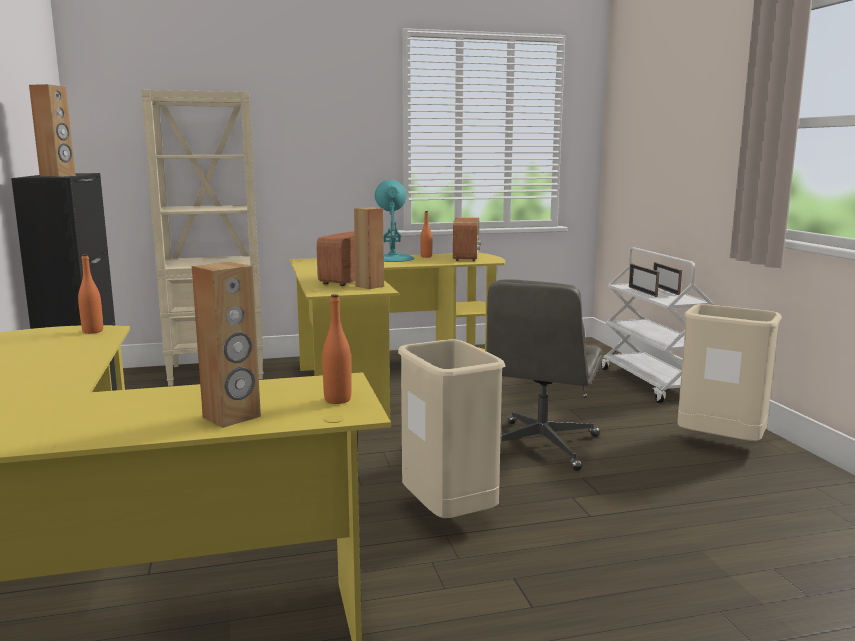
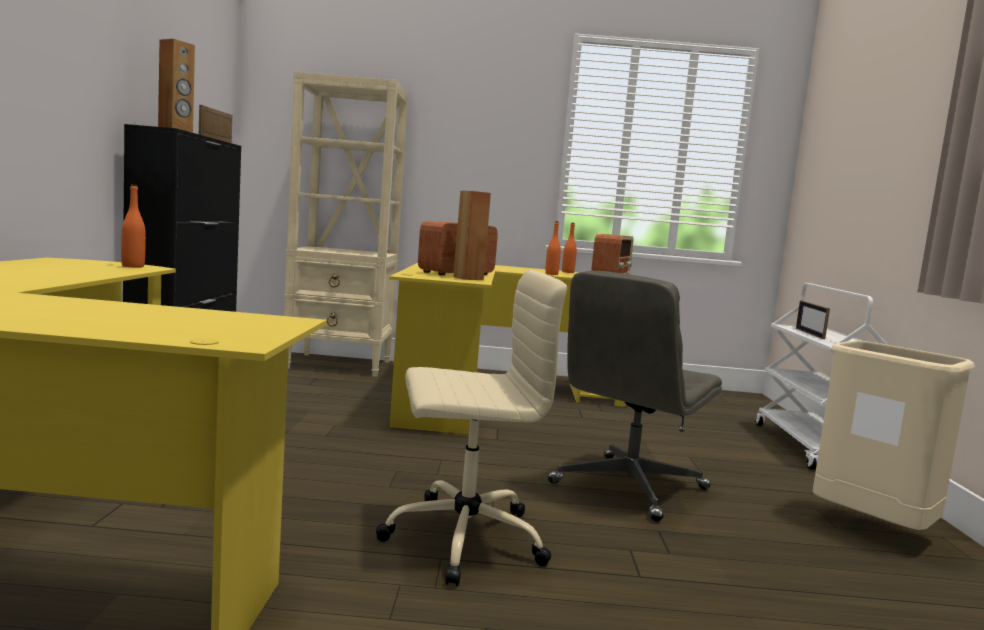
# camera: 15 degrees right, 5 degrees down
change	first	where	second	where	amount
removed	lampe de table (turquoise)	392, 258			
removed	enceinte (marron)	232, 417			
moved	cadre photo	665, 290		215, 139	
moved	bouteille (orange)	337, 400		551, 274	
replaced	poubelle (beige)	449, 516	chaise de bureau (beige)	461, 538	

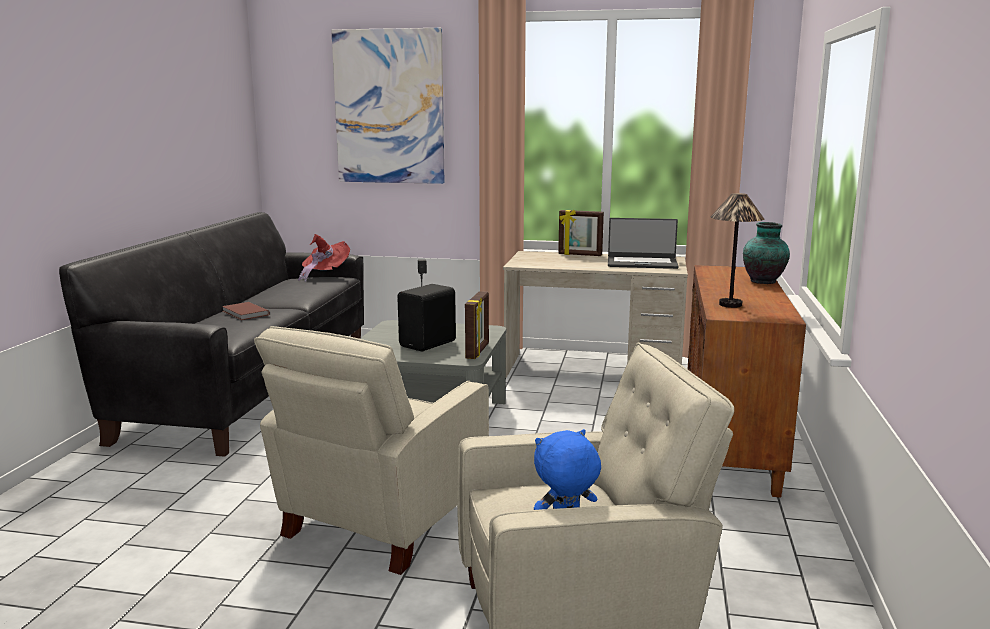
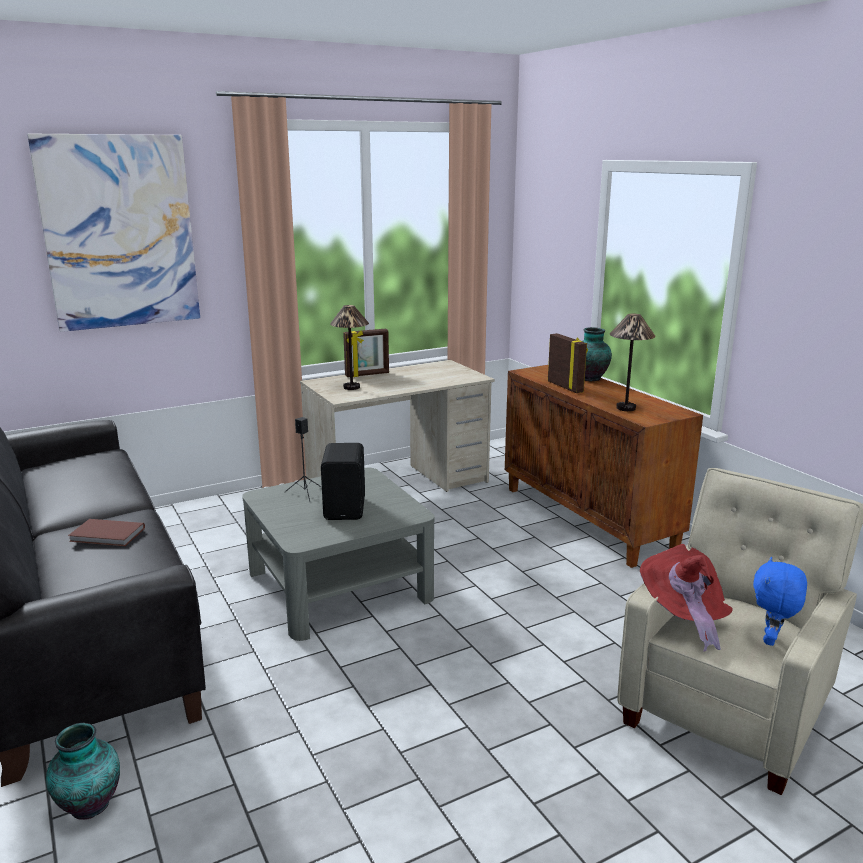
# camera: 40 degrees left, 5 degrees up
change	first	where	second	where	amount
removed	ordinateur portable	642, 263			
moved	chapeau (rouge)	324, 275		684, 616	
moved	cadre photo	478, 351		565, 387	
removed	fauteuil (beige)	379, 522			
added			lampe de table	352, 387	
added			vase	88, 807	

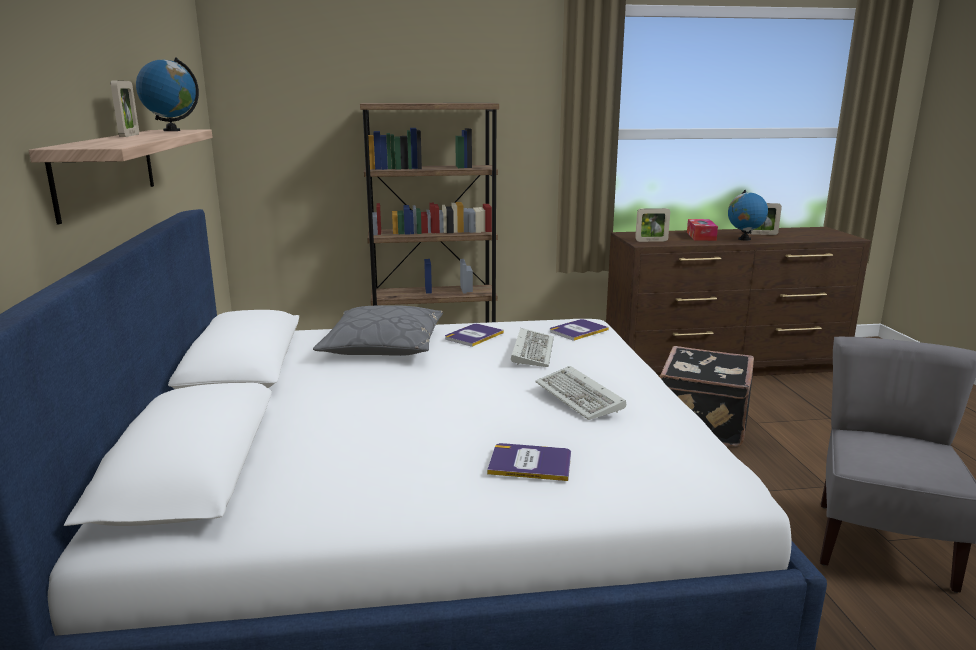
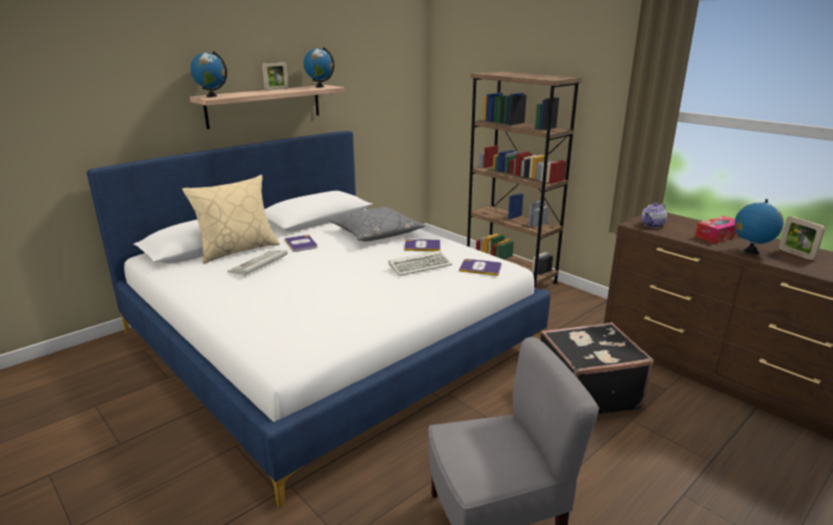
# camera: 55 degrees right, 5 degrees up
change	first	where	second	where	amount
replaced	cadre photo	651, 241	théière	652, 225	
moved	clavier	581, 398		258, 265	
moved	livre	530, 463		301, 244	
added			globe	212, 96	
added			coussin (beige)	237, 250	

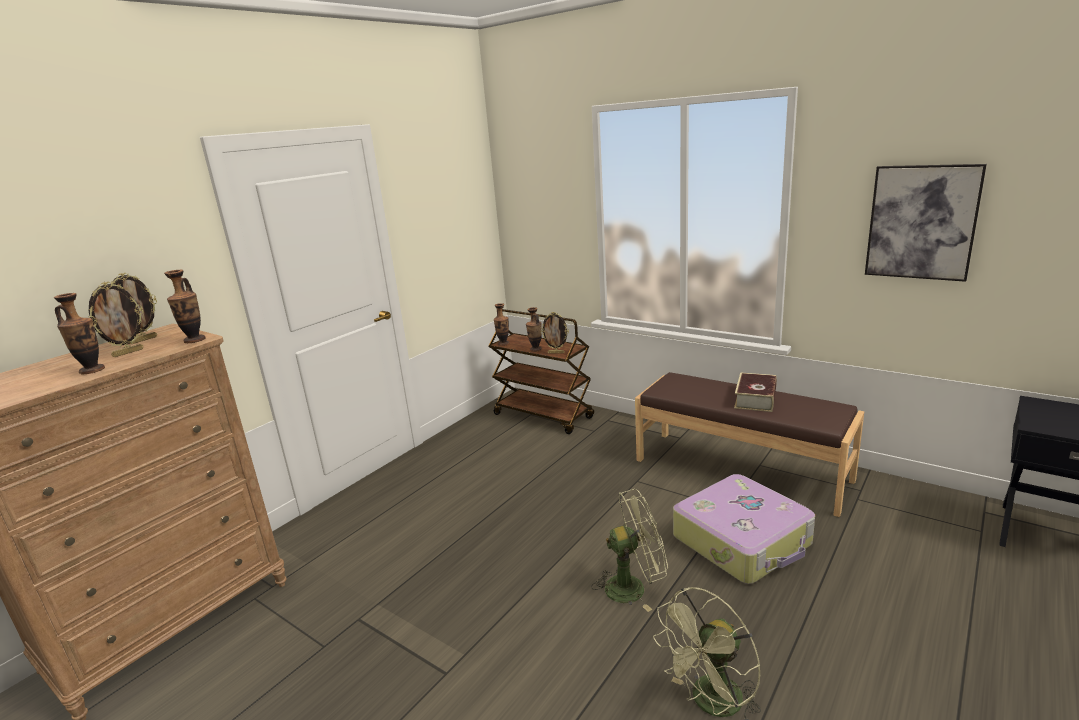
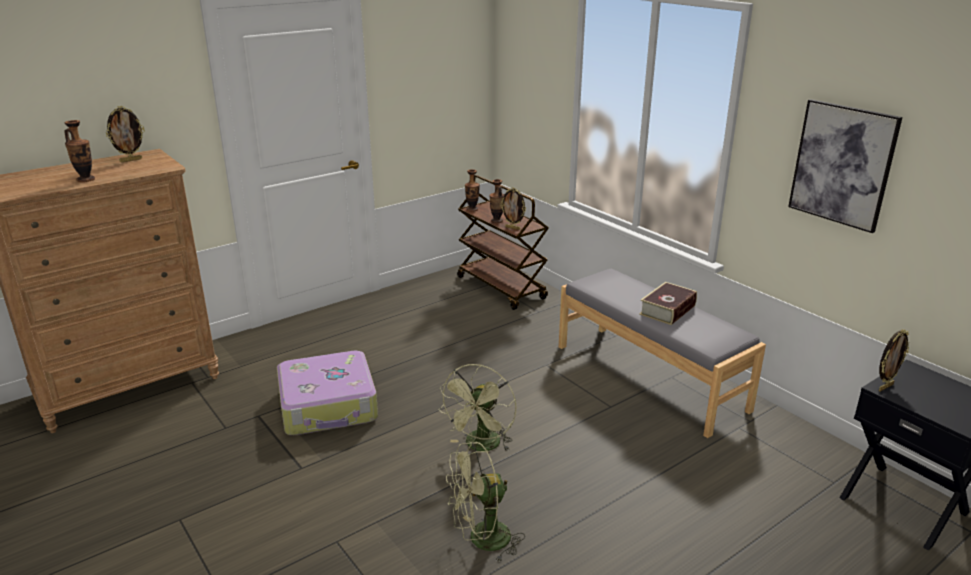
# camera: 15 degrees right, 5 degrees up
change	first	where	second	where	amount
removed	vase	194, 340			
moved	cadre photo	128, 352		885, 387	
recoloured	banc (marron)	741, 469	banc (gris)	650, 377	
moved	valise	743, 541		329, 406	
turned	ventilateur (vert)	633, 586		481, 446	105 degrees clockwise

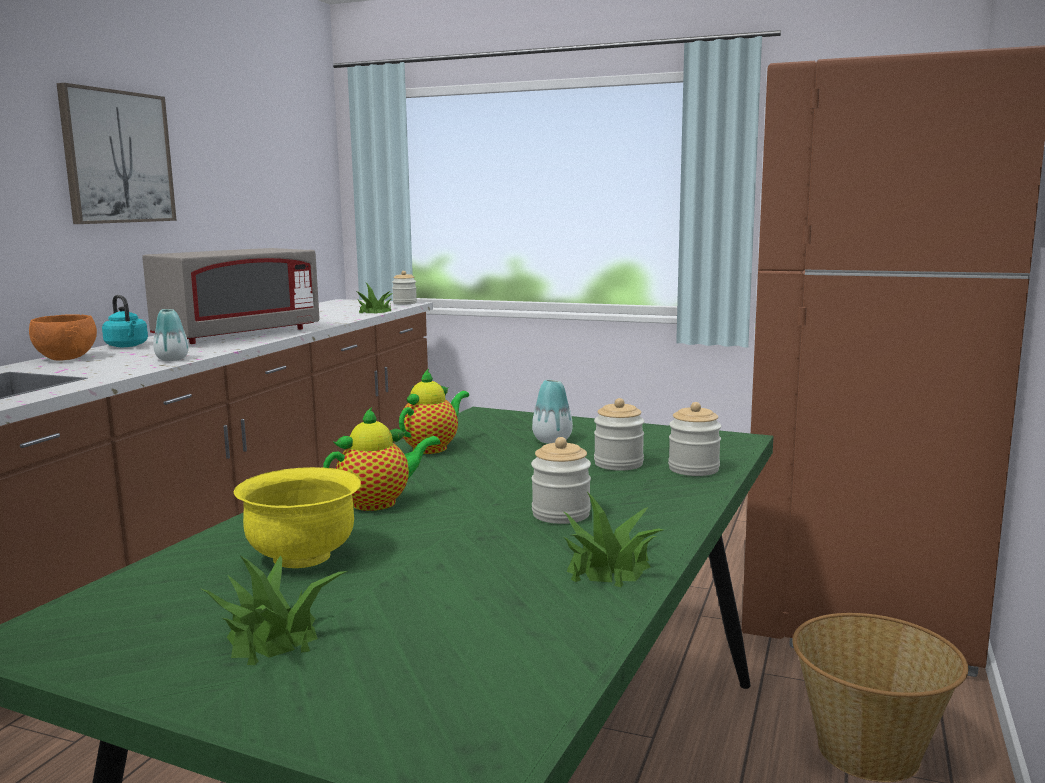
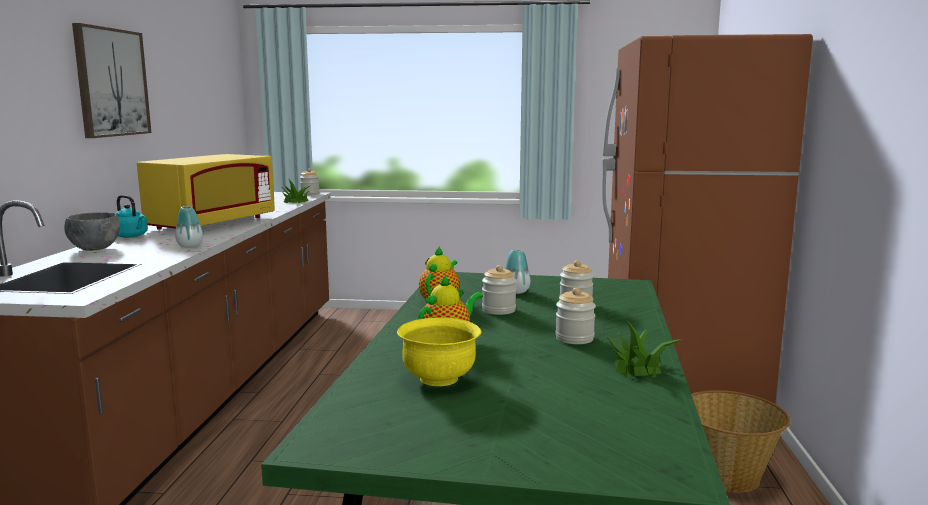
# camera: 15 degrees left, 0 degrees up
change	first	where	second	where	amount
recoloured	micro-ondes (gris)	238, 335	micro-ondes (jaune)	212, 224	
recoloured	bol (orange)	66, 358	bol (gris)	94, 248	
moved	bocal	693, 469		498, 310	
removed	plante en pot	272, 636			

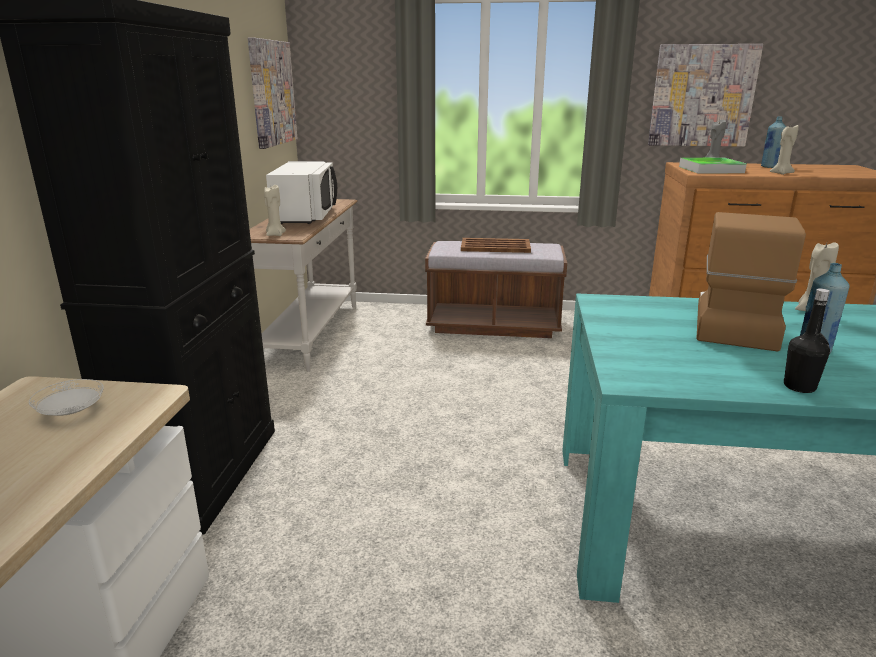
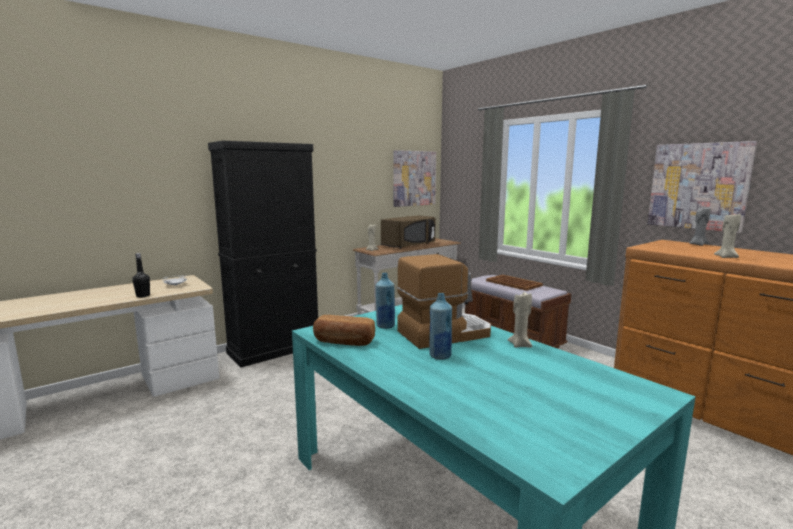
# camera: 45 degrees right, 10 degrees down
change	first	where	second	where	amount
moved	bouteille (bleu)	769, 167		385, 326	
removed	plateau	710, 170			
recoloured	micro-ondes (blanc)	306, 216	micro-ondes (marron)	410, 245	
moved	bouteille (noir)	799, 387		143, 296	
added			pain	344, 342	

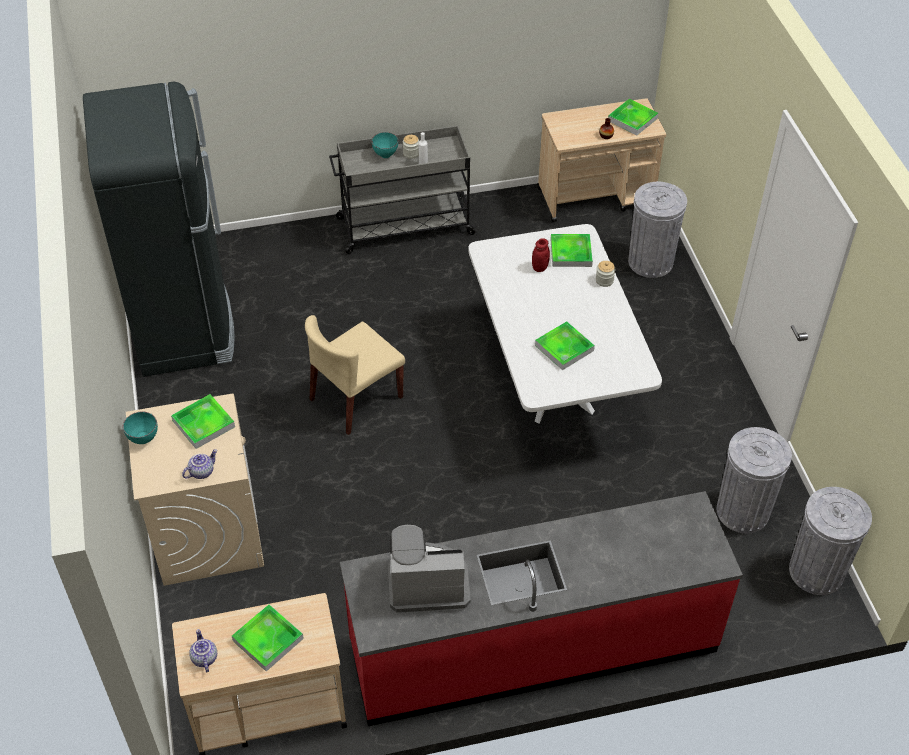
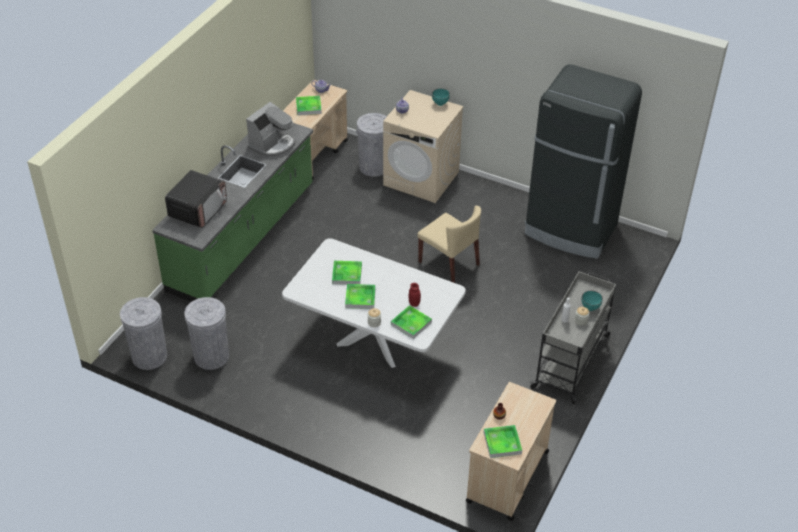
# camera: 130 degrees right, 5 degrees down
change	first	where	second	where	amount
moved	poubelle (gris)	650, 262		374, 167	
turned	chaise (beige)	356, 399		449, 263	135 degrees clockwise
moved	plateau	203, 424		360, 298	
recoloured	comptoir de cuisine (rouge)	533, 646	comptoir de cuisine (vert)	243, 238	
added			micro-ondes	198, 209	

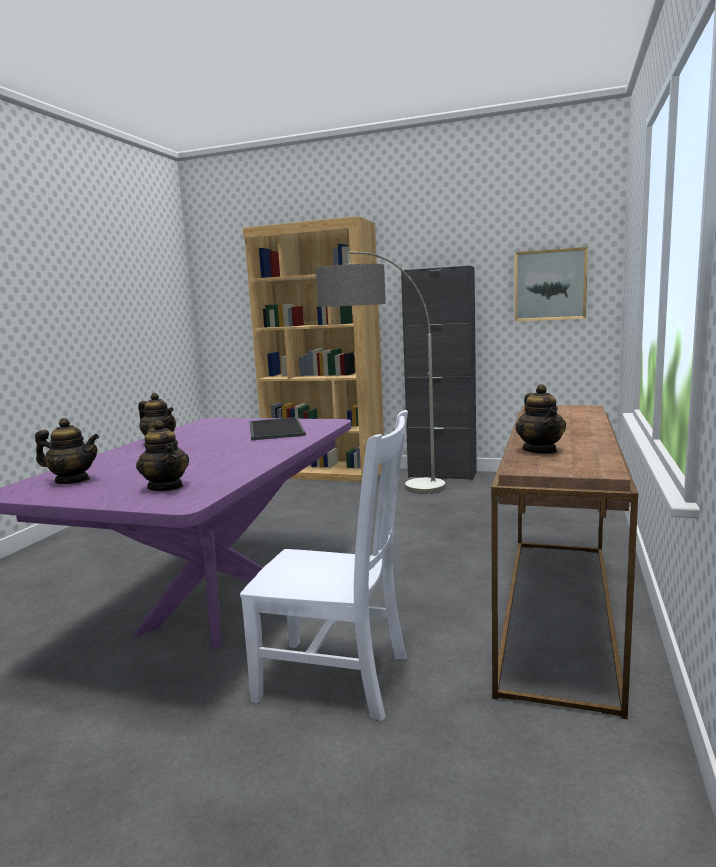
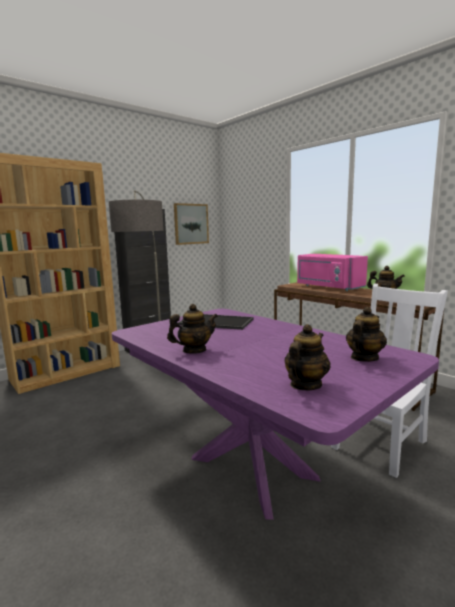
# camera: 60 degrees left, 0 degrees up
change	first	where	second	where	amount
turned	théière	166, 487		364, 358	45 degrees counterclockwise
added			micro-ondes (rose)	328, 287	

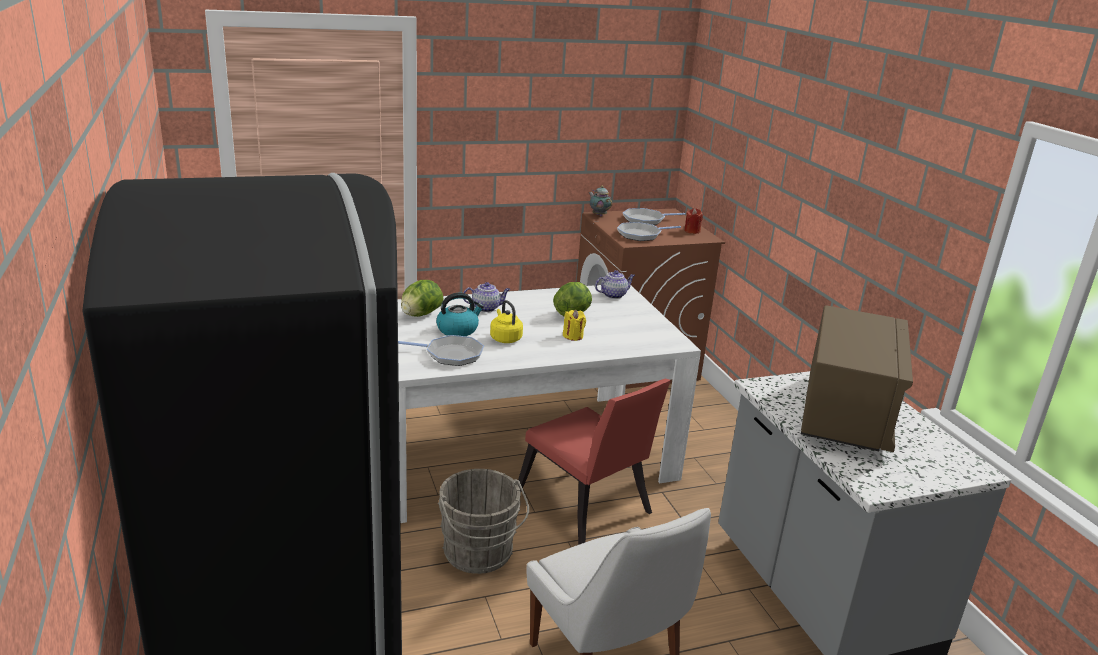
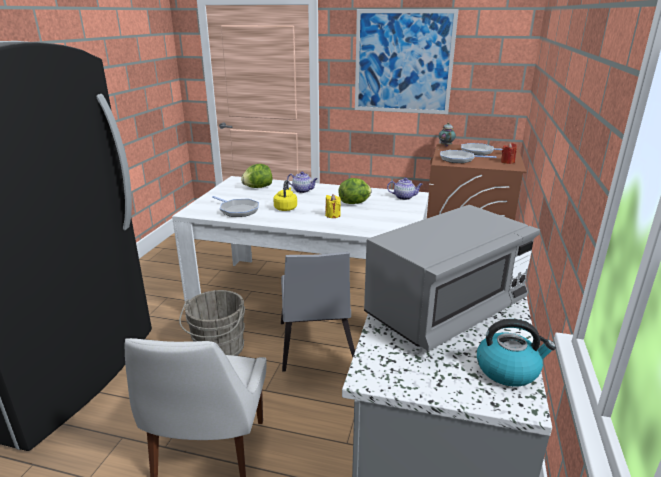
# camera: 35 degrees right, 0 degrees up
change	first	where	second	where	amount
moved	bouilloire	458, 330		508, 370	
recoloured	micro-ondes (marron)	845, 414	micro-ondes (gris)	445, 310	
recoloured	chaise (rouge)	586, 510	chaise (gris)	315, 347	
added			tableau	403, 62	

